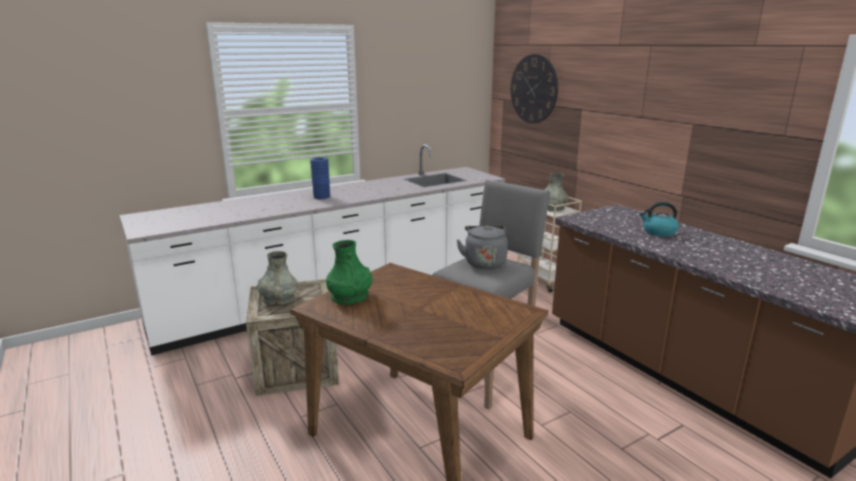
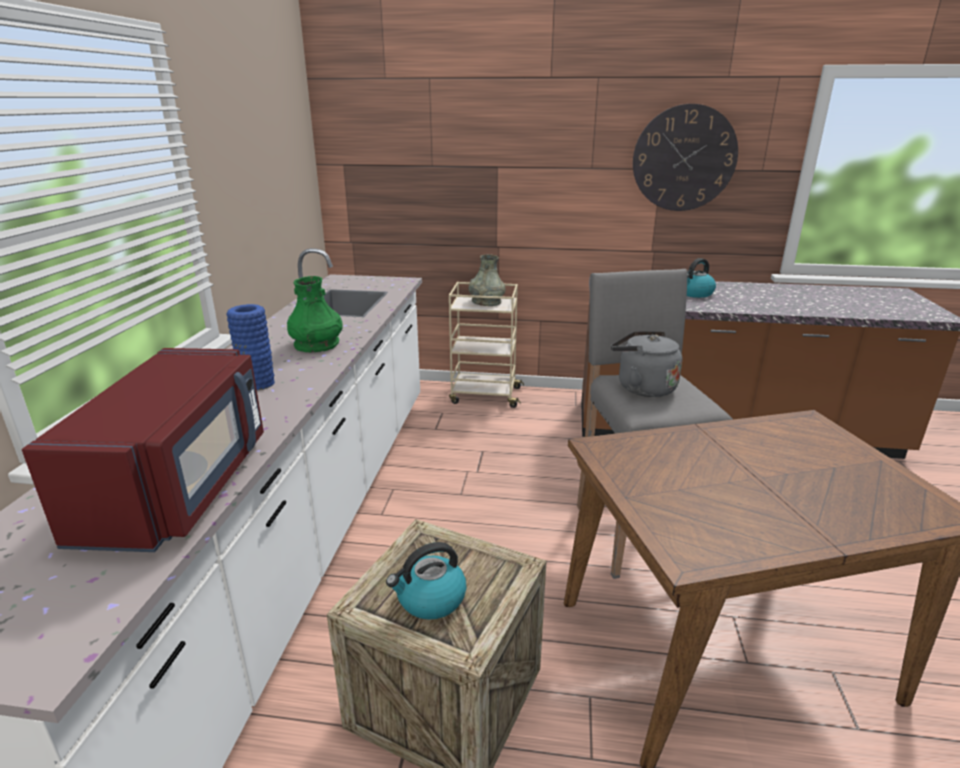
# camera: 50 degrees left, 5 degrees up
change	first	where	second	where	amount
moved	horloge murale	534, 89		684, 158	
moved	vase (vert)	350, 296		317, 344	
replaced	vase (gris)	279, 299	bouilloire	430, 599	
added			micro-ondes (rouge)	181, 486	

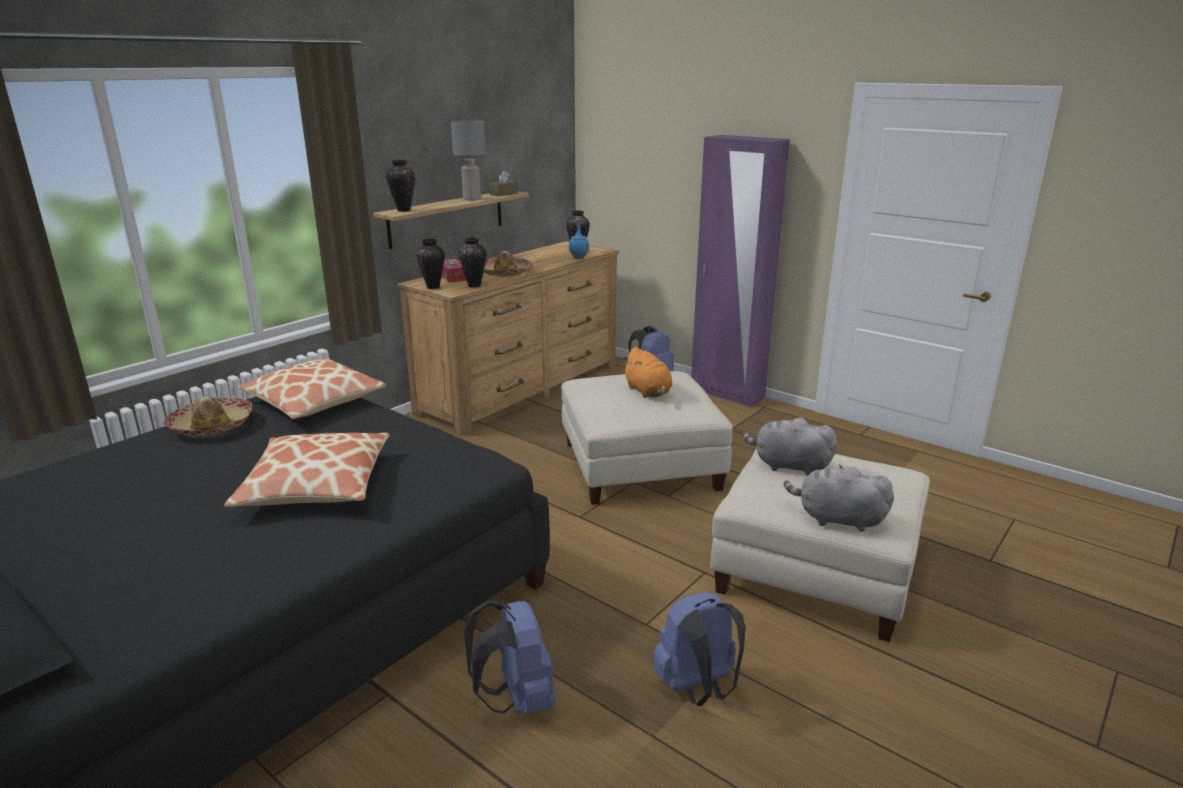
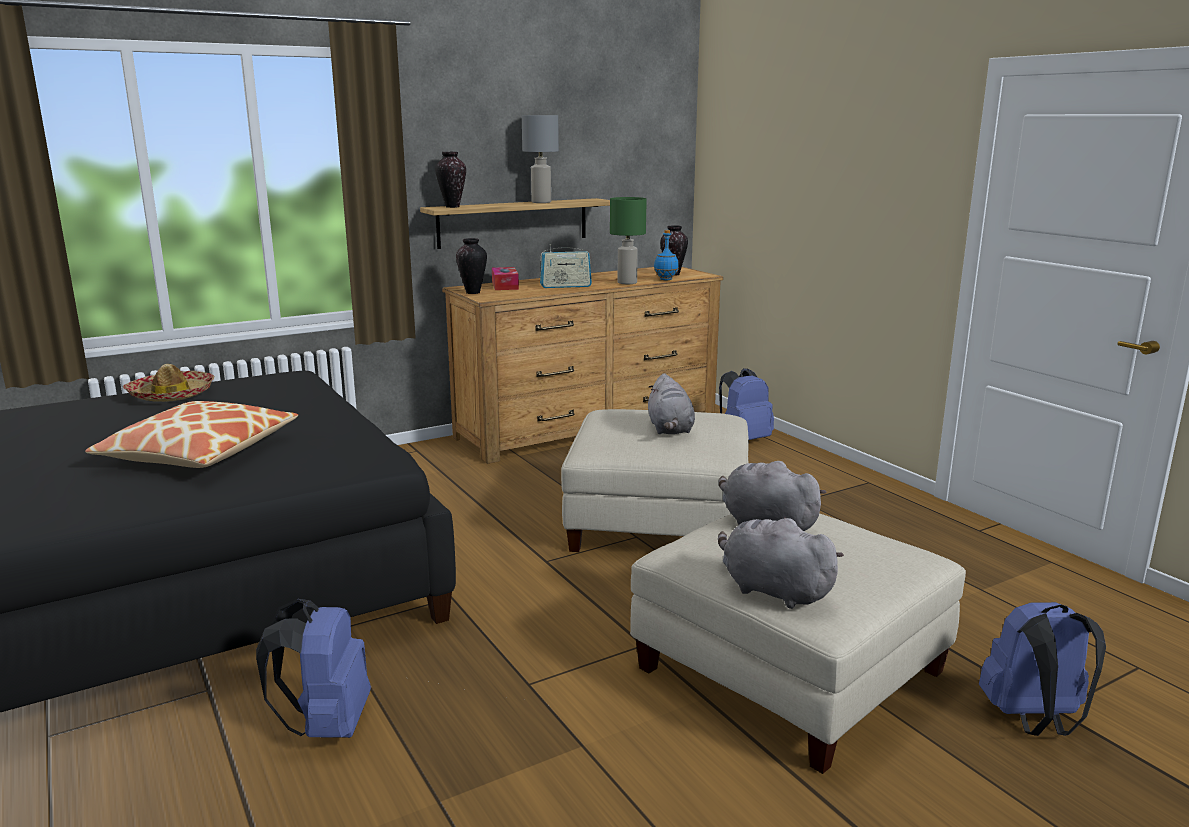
# camera: 20 degrees right, 5 degrees down
change	first	where	second	where	amount
removed	armoire (violet)	727, 394			
removed	boîte à mouchoirs (marron)	504, 194			
removed	vase	474, 286			
replaced	chapeau	505, 273	radio	565, 286	
recoloured	peluche (orange)	648, 392	peluche (gris)	670, 429	
removed	coussin	314, 401			
moved	sac à dos (bleu)	698, 688		1034, 721	
added			lampe de table (vert)	626, 283	

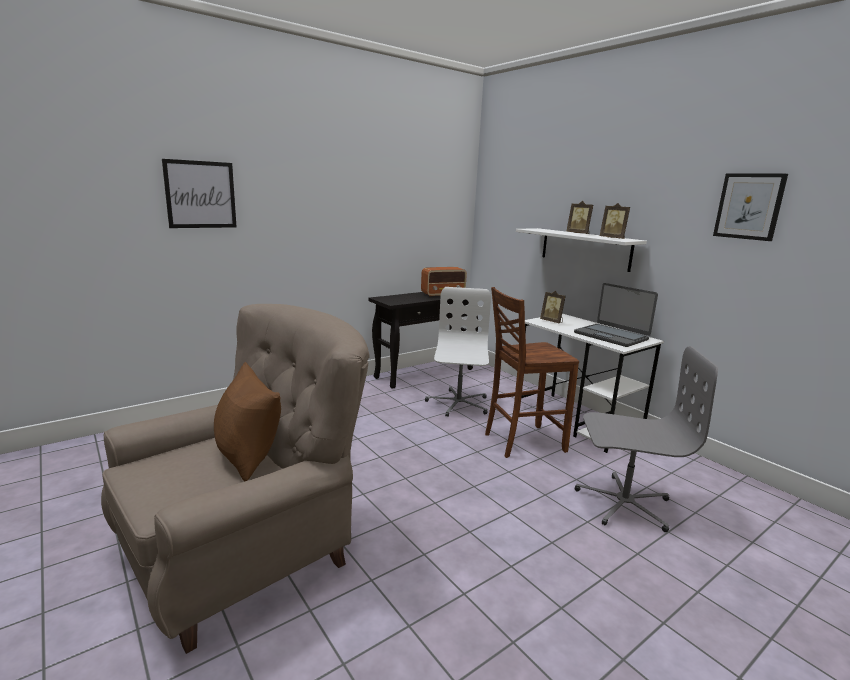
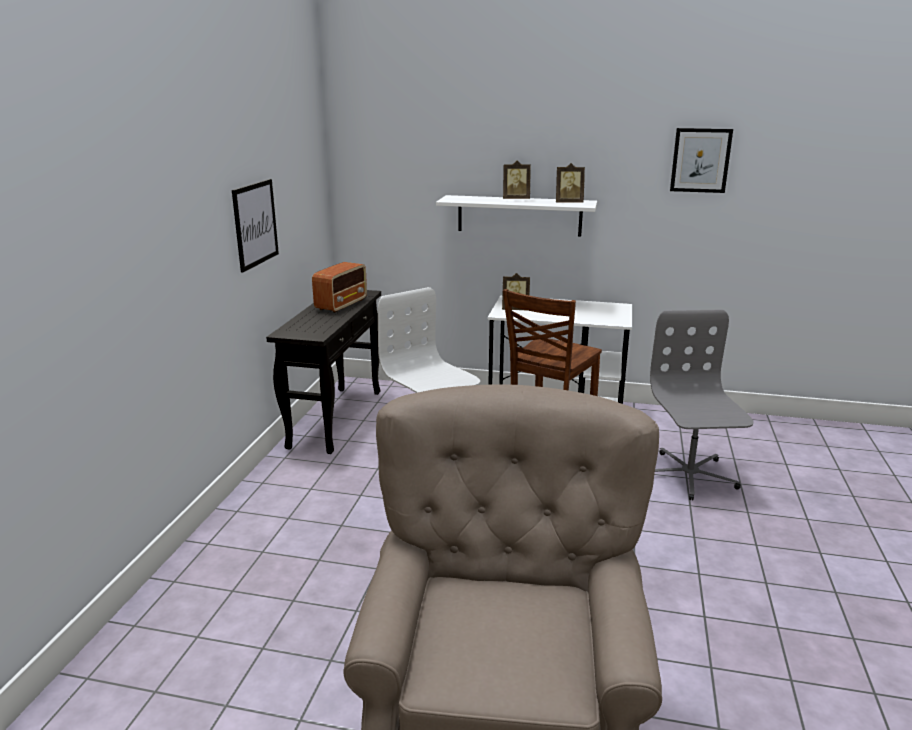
# camera: 40 degrees left, 5 degrees up
change	first	where	second	where	amount
moved	tableau	200, 194		255, 224	
removed	ordinateur portable	611, 336			
turned	chaise de bureau (gris)	623, 503		688, 475	60 degrees counterclockwise
removed	coussin (marron)	247, 455			

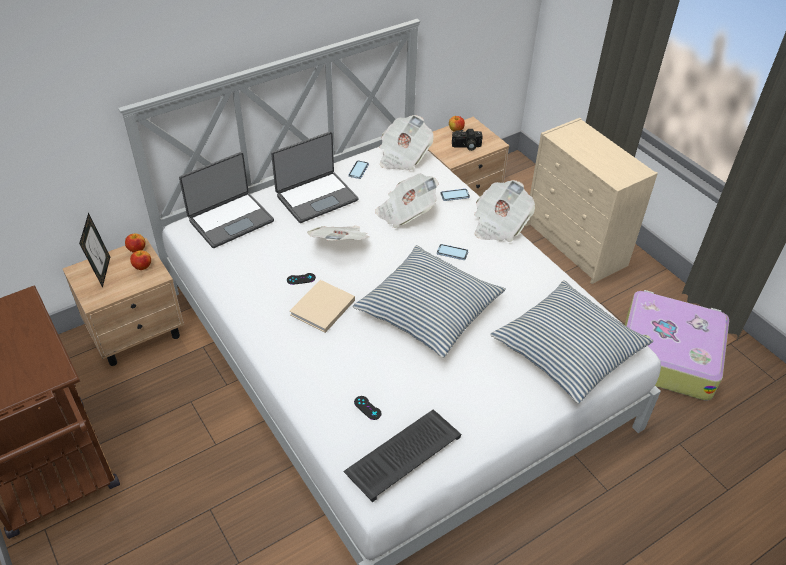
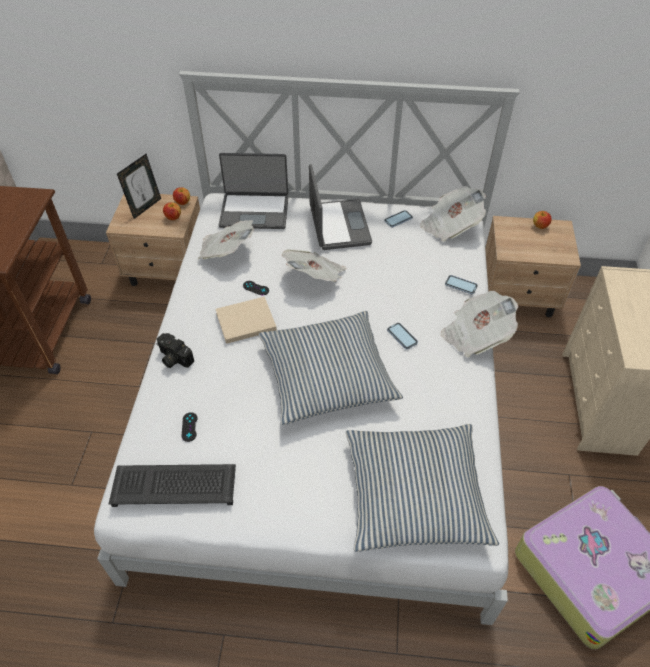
# camera: 40 degrees right, 5 degrees up
change	first	where	second	where	amount
moved	appareil photo	466, 146		173, 358	
turned	ordinateur portable	316, 197		338, 225	105 degrees counterclockwise
moved	journal	406, 213		226, 251	

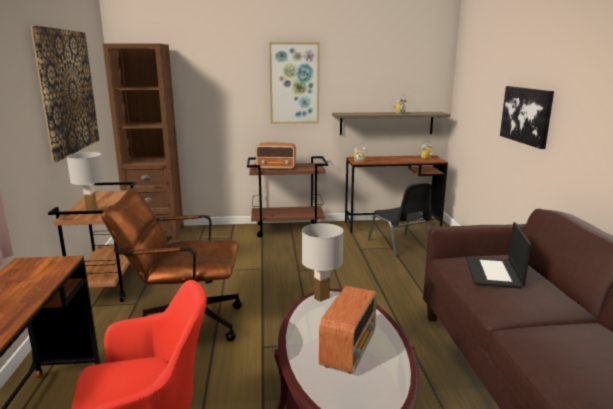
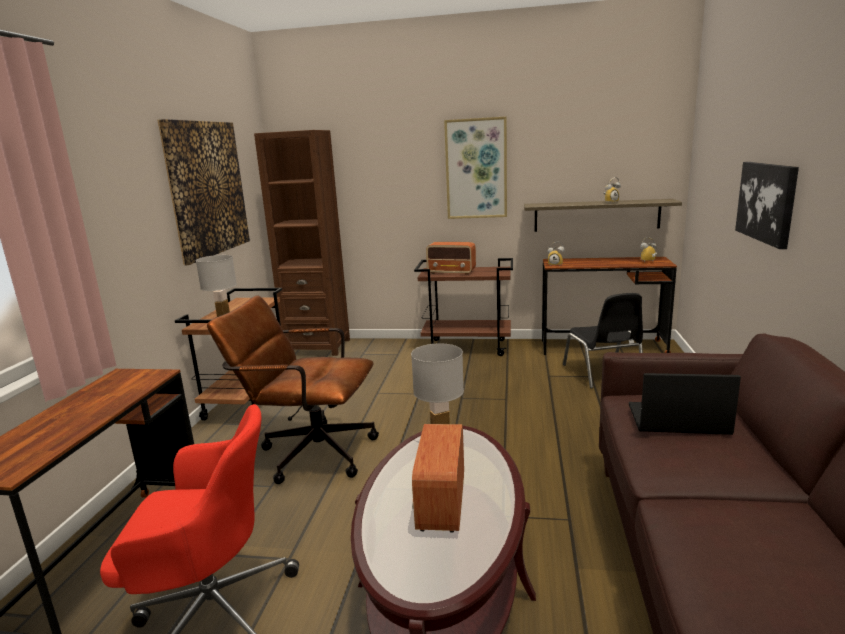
# camera: 15 degrees right, 0 degrees up
change	first	where	second	where	amount
turned	ordinateur portable	494, 273		677, 420	75 degrees clockwise
turned	radio	349, 350		441, 504	150 degrees clockwise

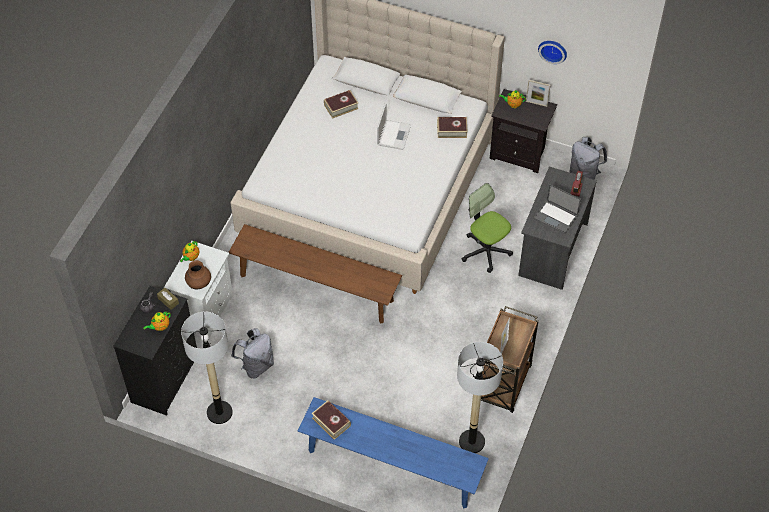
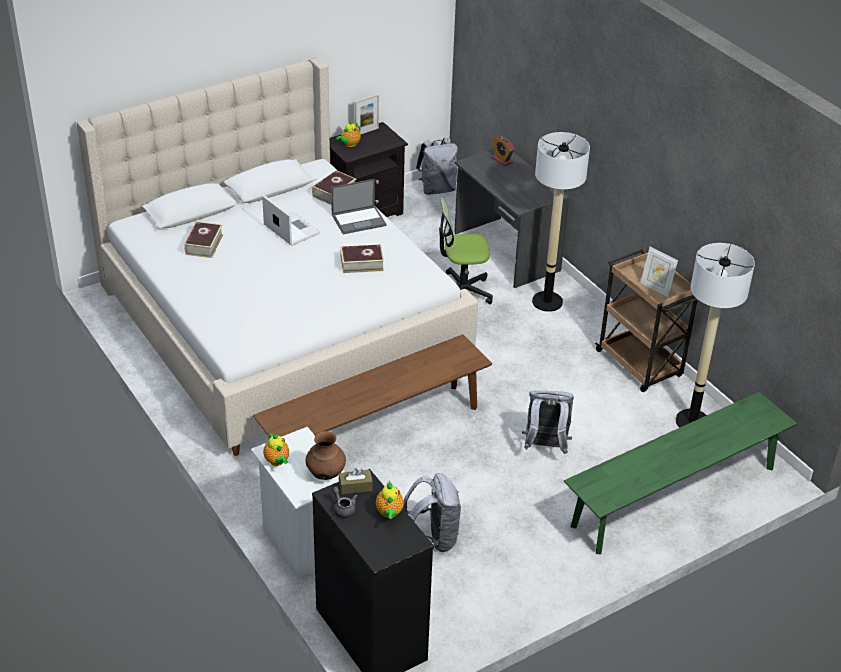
# camera: 55 degrees left, 15 degrees down
change	first	where	second	where	amount
removed	horloge murale	553, 50			
moved	ordinateur portable	556, 217		359, 220	
moved	lampadaire	219, 412		547, 302	
recoloured	banc (bleu)	392, 466	banc (vert)	674, 496	
moved	livre	331, 422		362, 263	
added			sac à dos (gris)	545, 447	

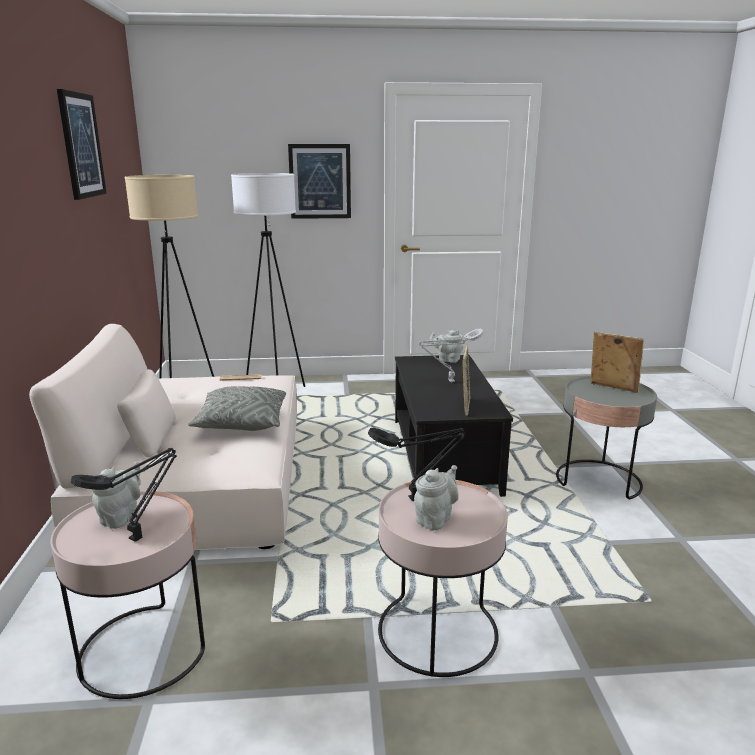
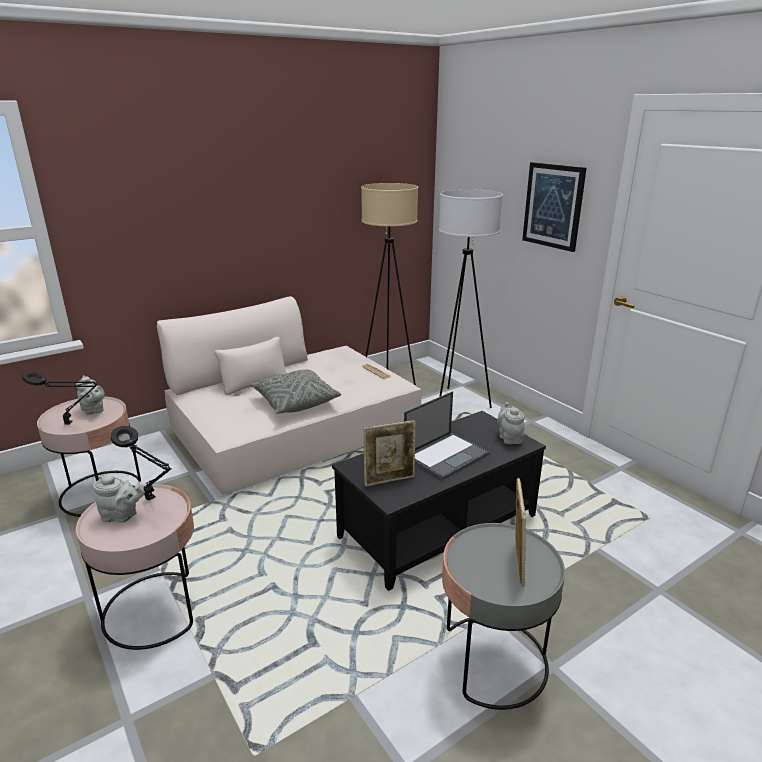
# camera: 60 degrees right, 5 degrees up
change	first	where	second	where	amount
removed	tableau	81, 145			
replaced	lampe de table (gris)	449, 381	ordinateur portable	446, 455	
turned	théière (gris)	121, 517		93, 410	60 degrees clockwise

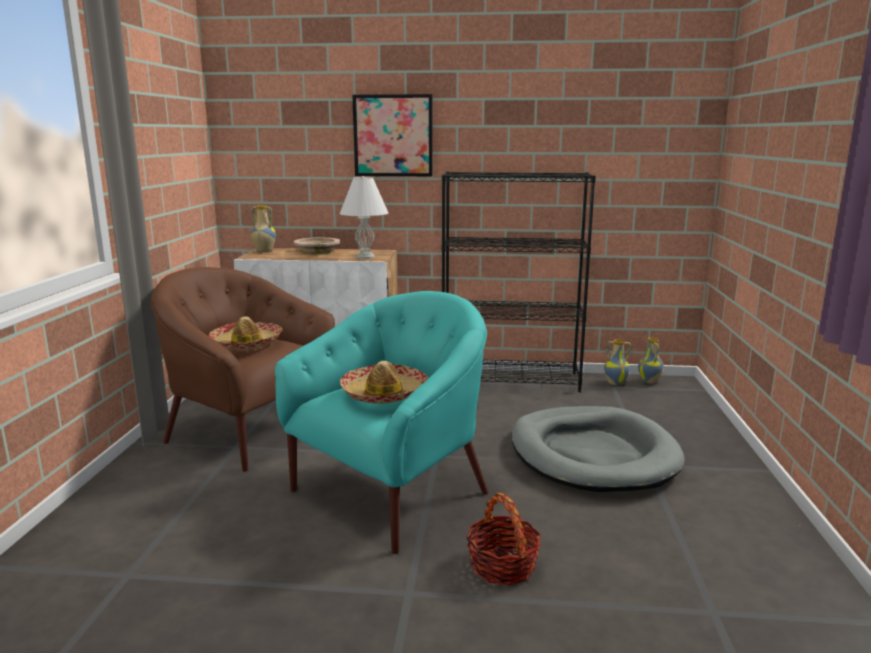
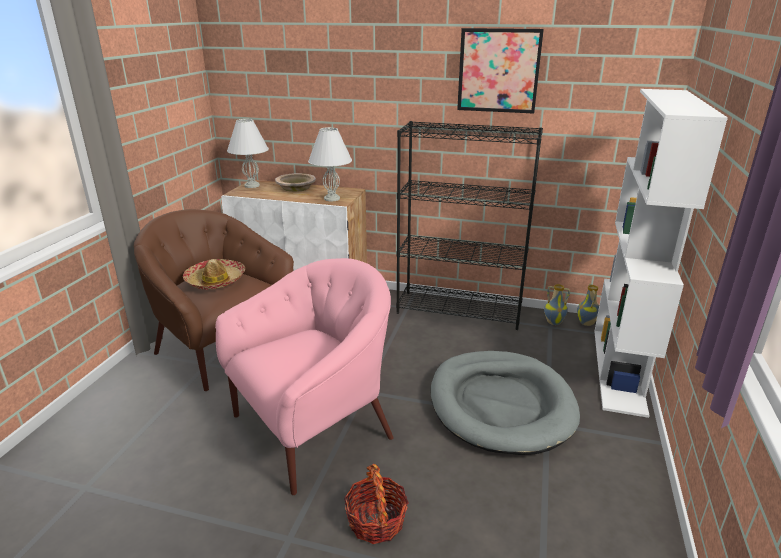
# camera: 10 degrees right, 10 degrees up
change	first	where	second	where	amount
moved	tableau	393, 135		498, 70	
replaced	vase	264, 251	lampe de table (blanc)	251, 185	
recoloured	fauteuil (turquoise)	392, 492	fauteuil (rose)	314, 427	
removed	chapeau	384, 393			
added			bibliothèque (blanc)	619, 370	

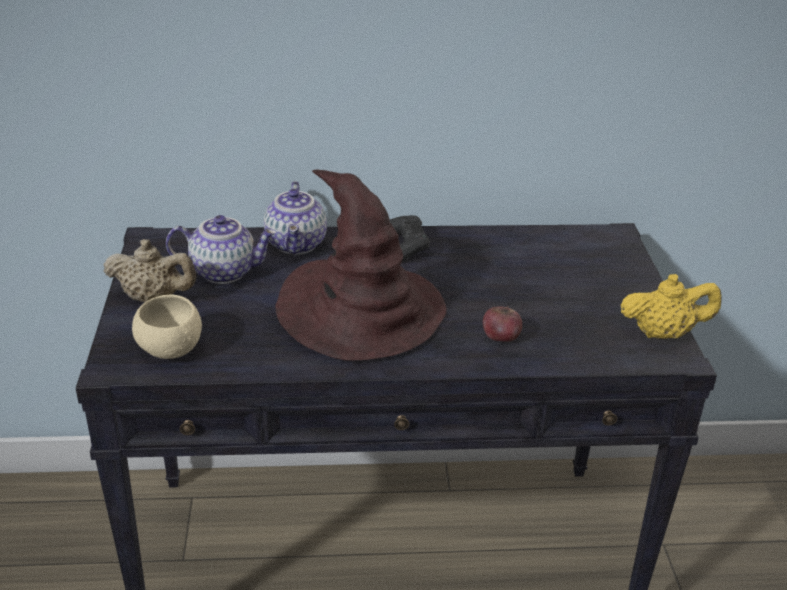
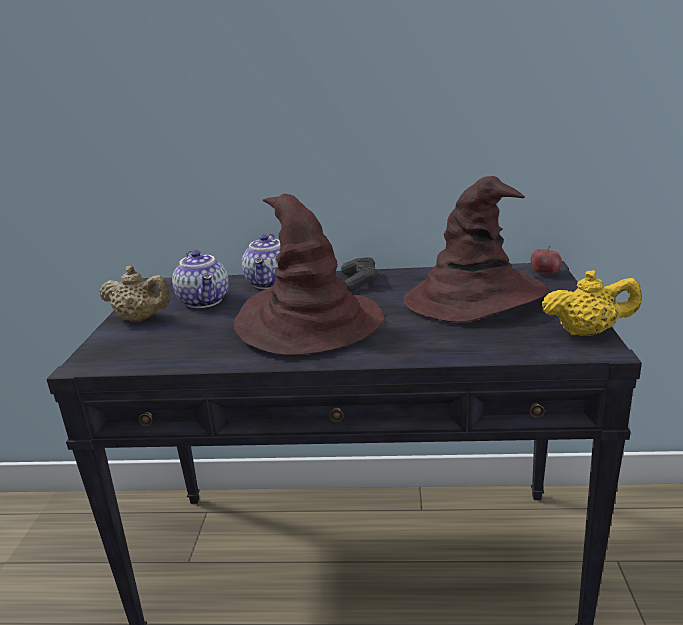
# camera: 10 degrees right, 10 degrees down
change	first	where	second	where	amount
turned	théière	224, 271		205, 301	60 degrees clockwise
removed	bol (beige)	170, 350			
moved	pomme	500, 337		545, 273	
added			chapeau (marron)	475, 298	

